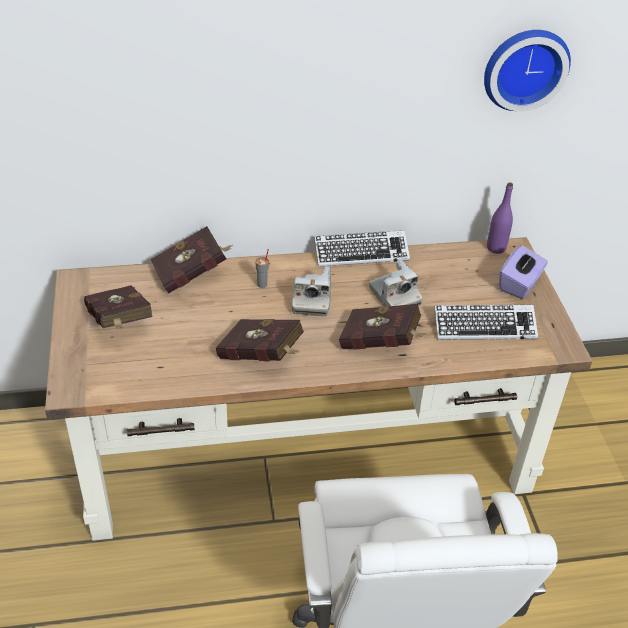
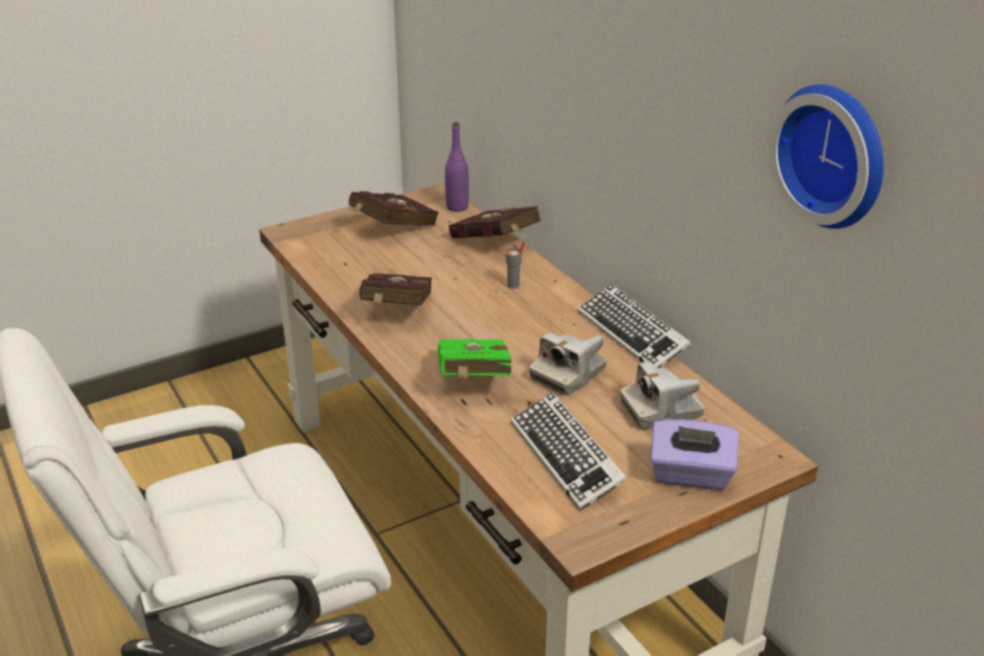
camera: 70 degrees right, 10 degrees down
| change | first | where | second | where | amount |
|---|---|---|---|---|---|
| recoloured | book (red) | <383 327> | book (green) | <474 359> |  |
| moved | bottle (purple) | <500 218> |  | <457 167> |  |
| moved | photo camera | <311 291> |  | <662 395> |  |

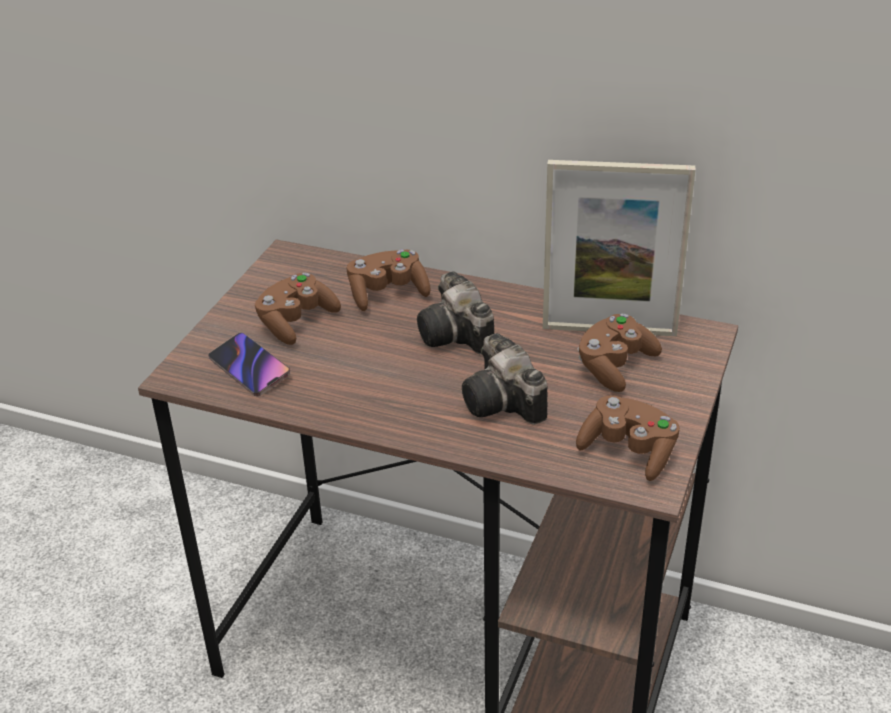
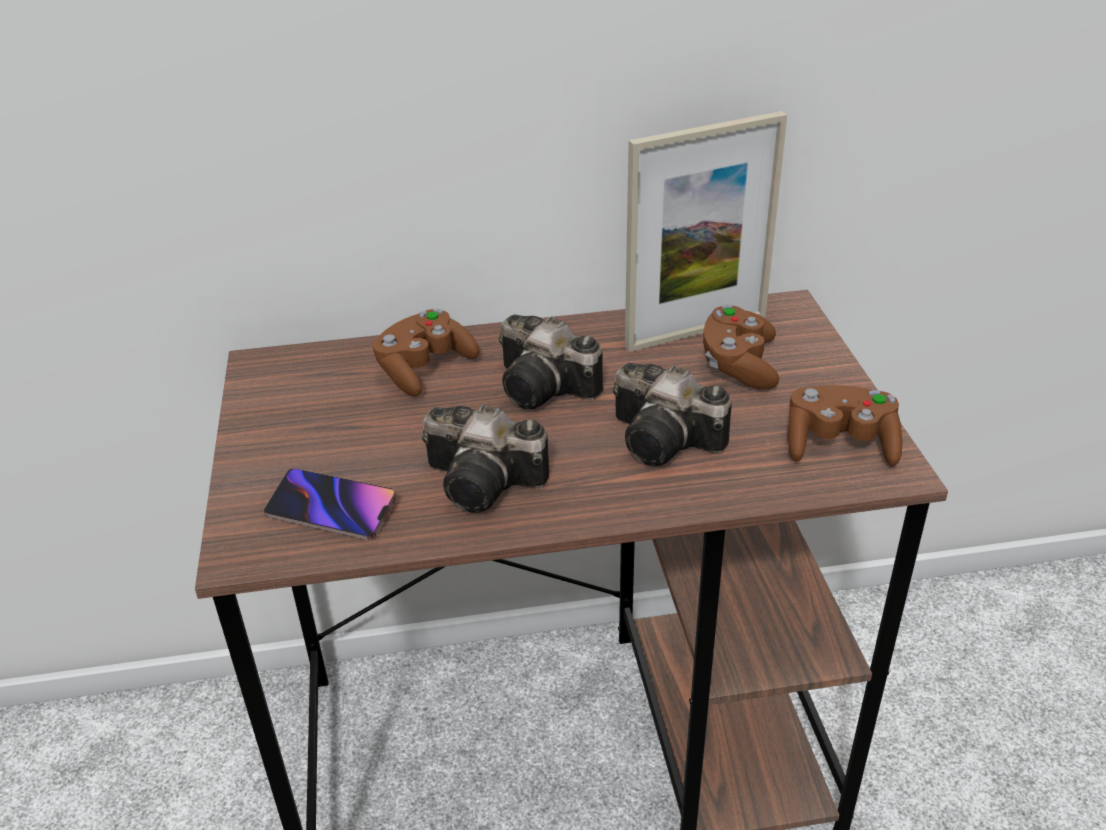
camera: 30 degrees left, 0 degrees up
| change | first | where | second | where | amount |
|---|---|---|---|---|---|
| added |  |  | photo camera | <485 458> |  |
| removed | game controller (brown) | <298 309> |  |  |  |

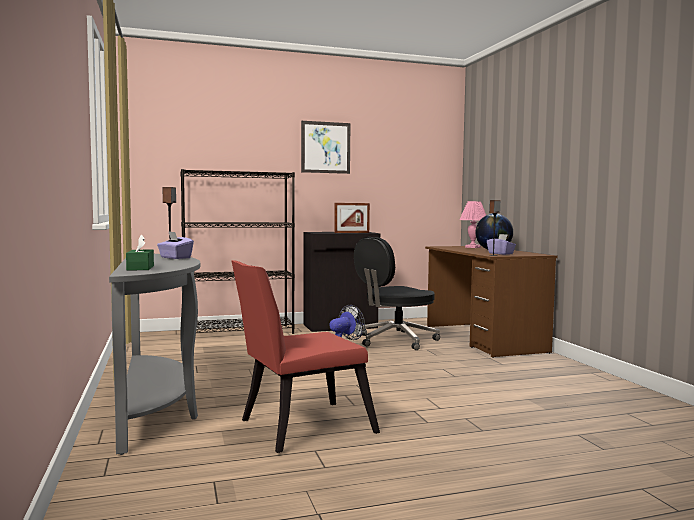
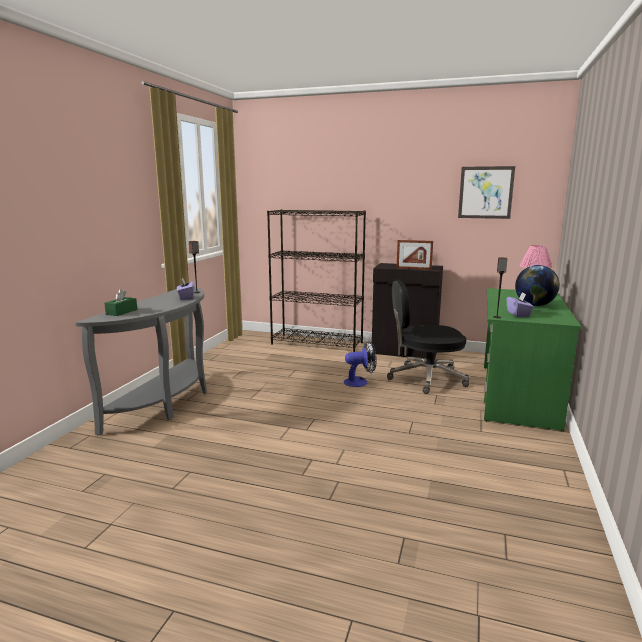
camera: 35 degrees right, 10 degrees up
| change | first | where | second | where | amount |
|---|---|---|---|---|---|
| moved | picture | <325 147> |  | <486 192> |  |
| recoloured | desk (brown) | <491 302> | desk (green) | <533 359> |  |
| removed | chair (red) | <305 356> |  |  |  |

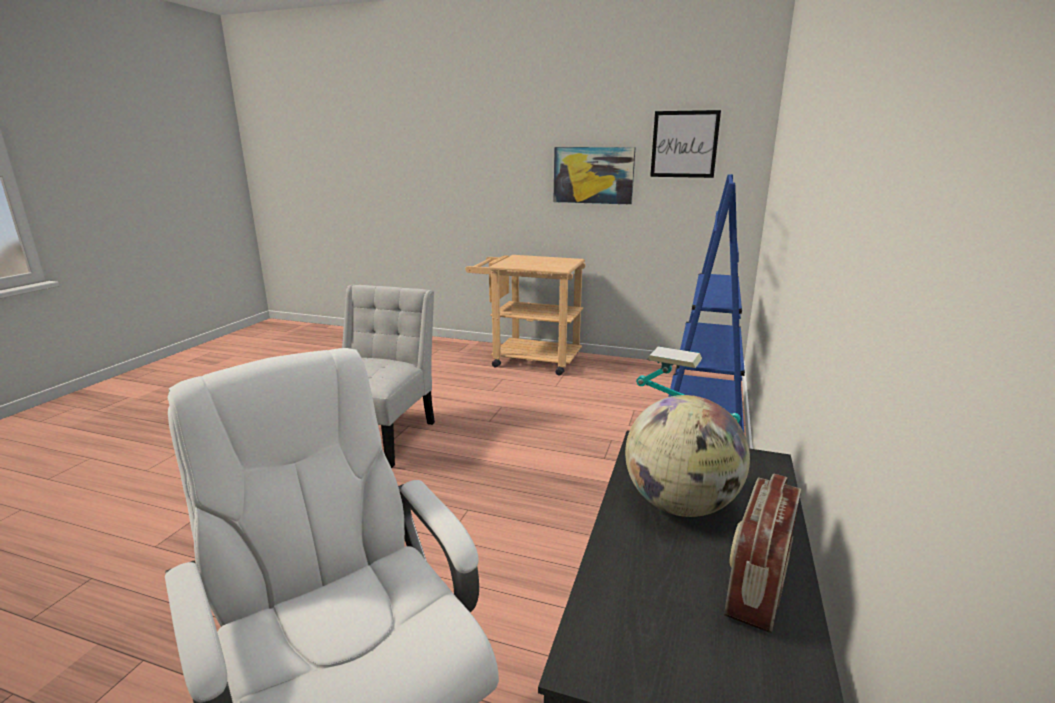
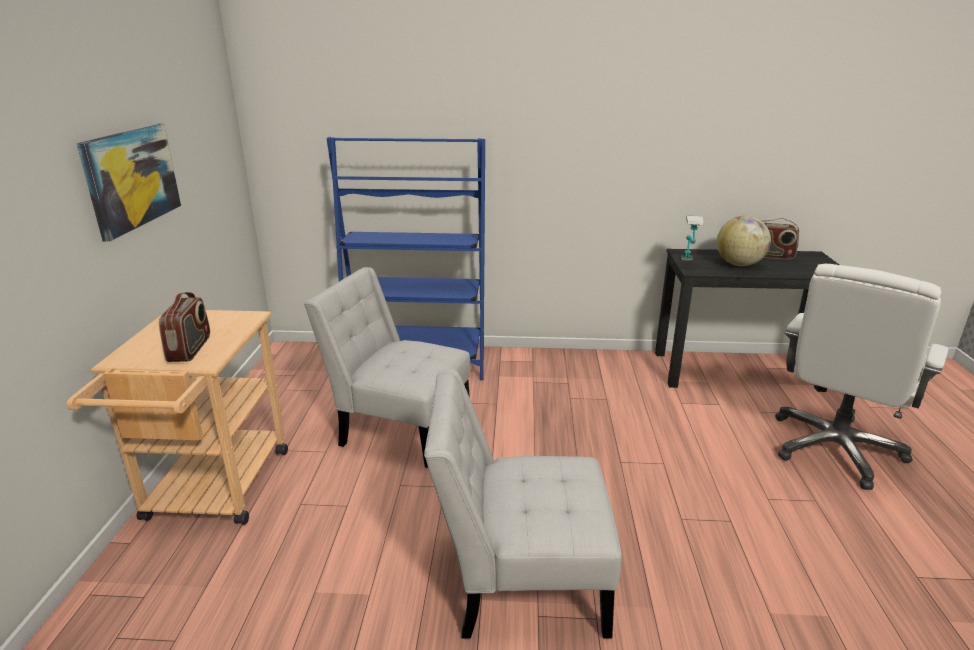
camera: 105 degrees left, 5 degrees up
| change | first | where | second | where | amount |
|---|---|---|---|---|---|
| added |  |  | radio | <184 327> |  |
| added |  |  | chair (white) | <387 367> |  |
| removed | picture | <685 144> |  |  |  |

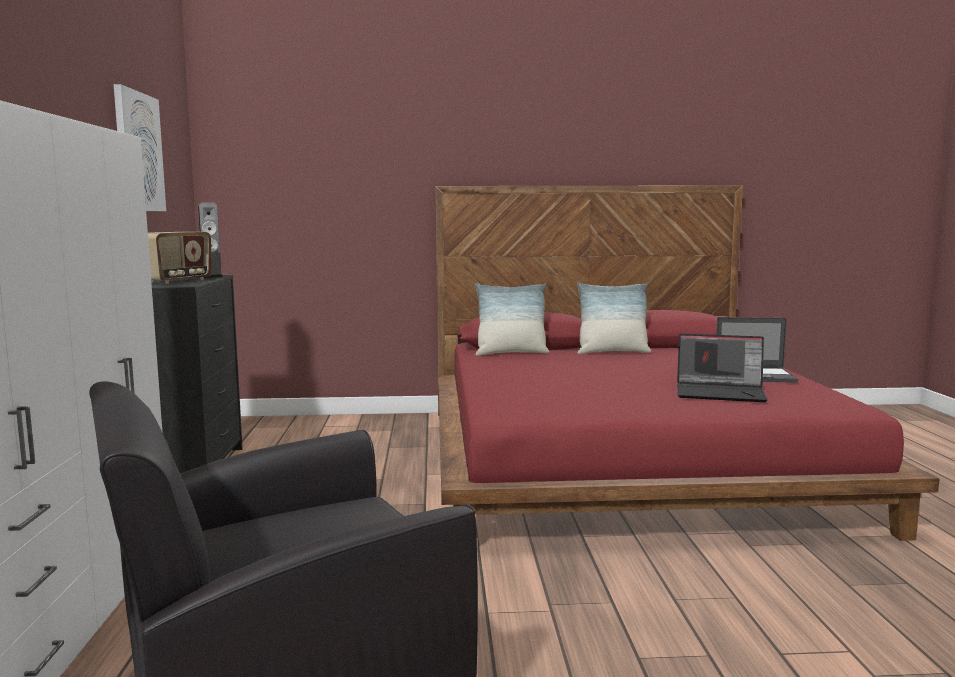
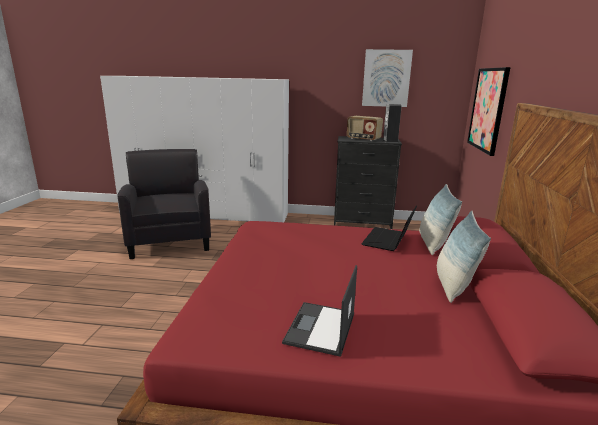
camera: 100 degrees right, 10 degrees up
| change | first | where | second | where | amount |
|---|---|---|---|---|---|
| moved | laptop | <722 368> |  | <389 228> |  |
| added |  |  | picture | <489 111> |  |

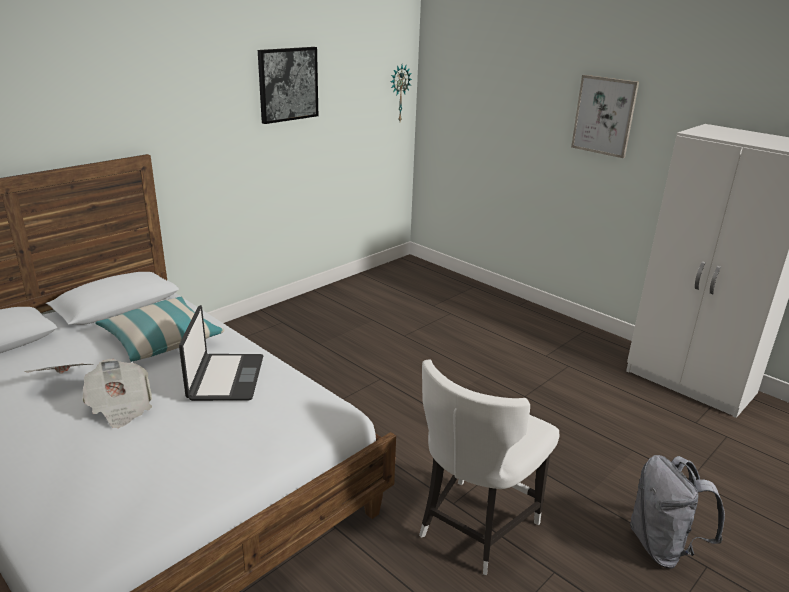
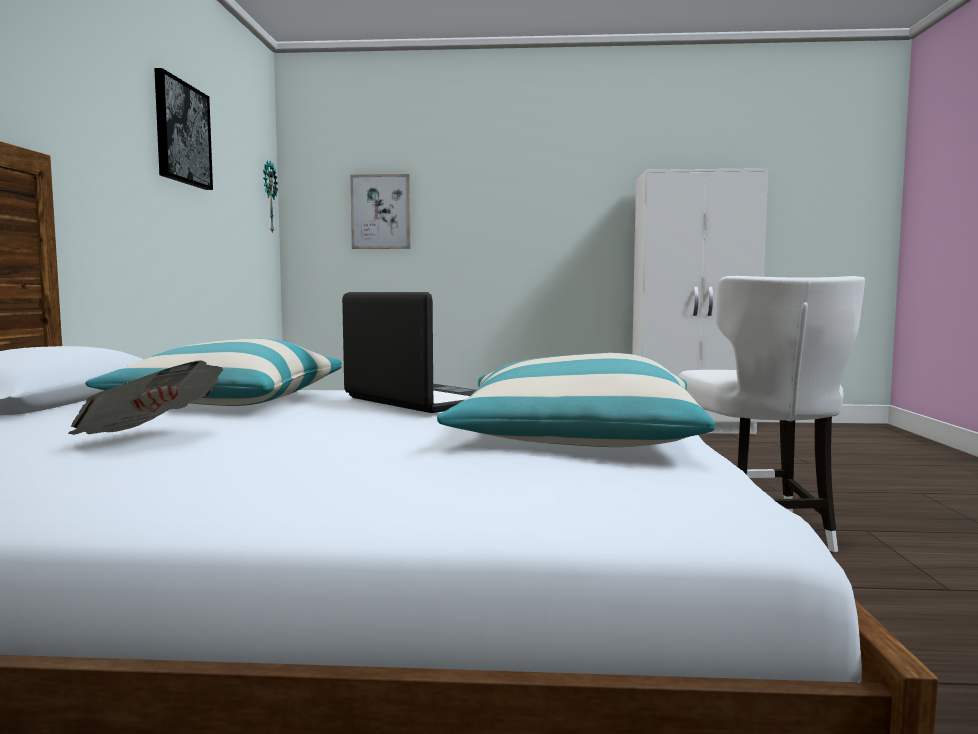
camera: 40 degrees left, 20 degrees down
| change | first | where | second | where | amount |
|---|---|---|---|---|---|
| moved | picture | <605 116> |  | <380 211> |  |
| added |  |  | pillow | <576 400> |  |
| removed | newspaper | <117 393> |  |  |  |
| removed | backpack (grey) | <677 511> |  |  |  |

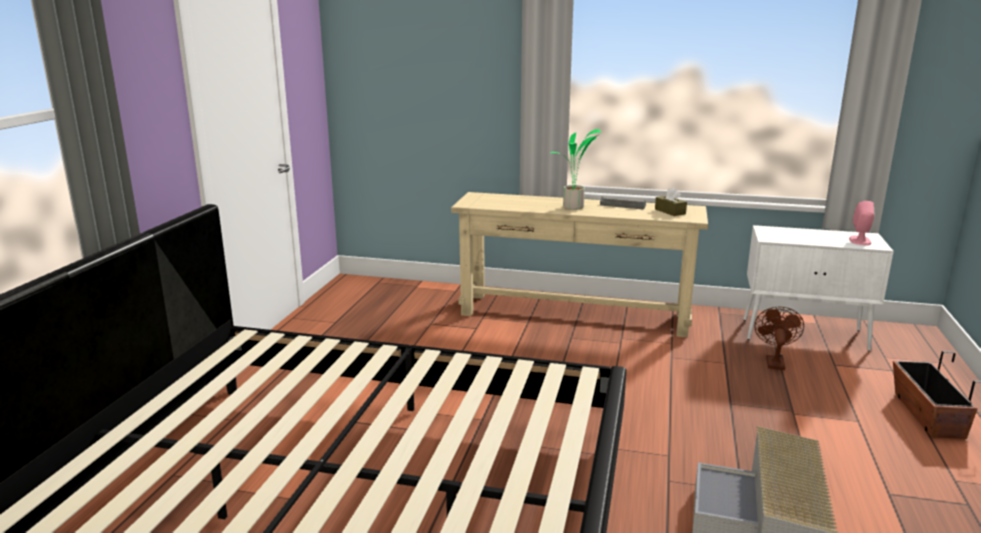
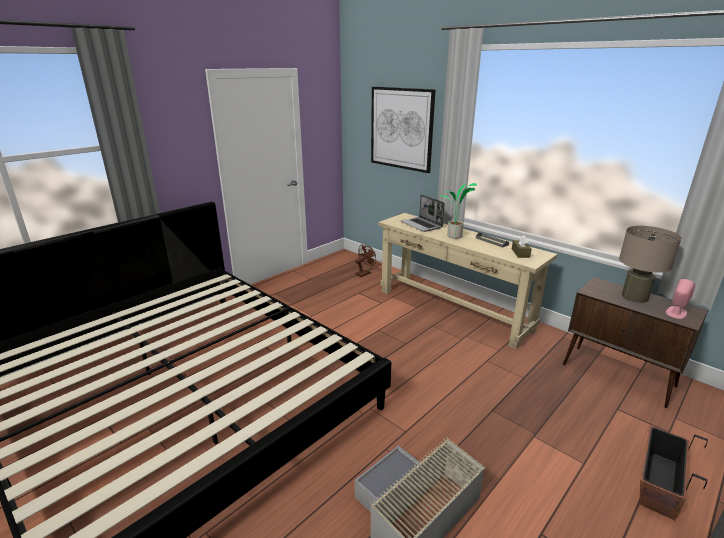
camera: 30 degrees right, 5 degrees up
| change | first | where | second | where | amount |
|---|---|---|---|---|---|
| moved | fan (brown) | <779 338> |  | <365 260> |  |
| added |  |  | picture | <403 130> |  |
| added |  |  | laptop | <423 213> |  |
| recoloured | cabinet (white) | <818 288> | cabinet (brown) | <635 342> |  |
| added |  |  | table lamp (beige) | <650 264> |  |

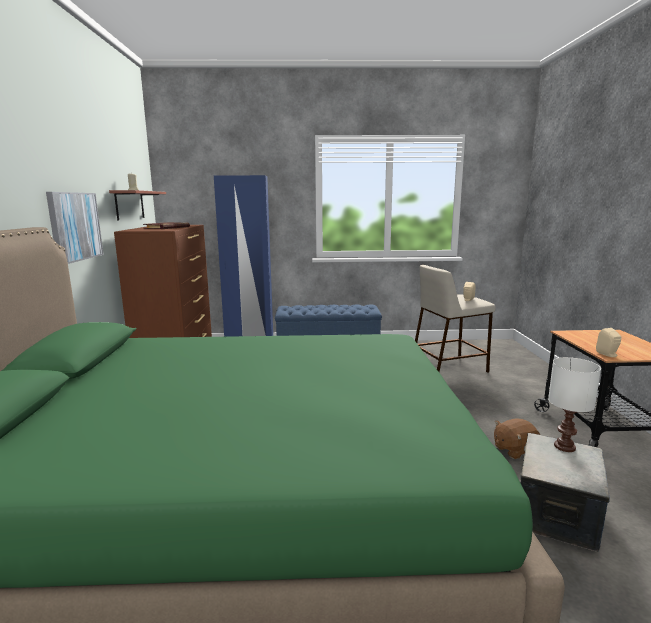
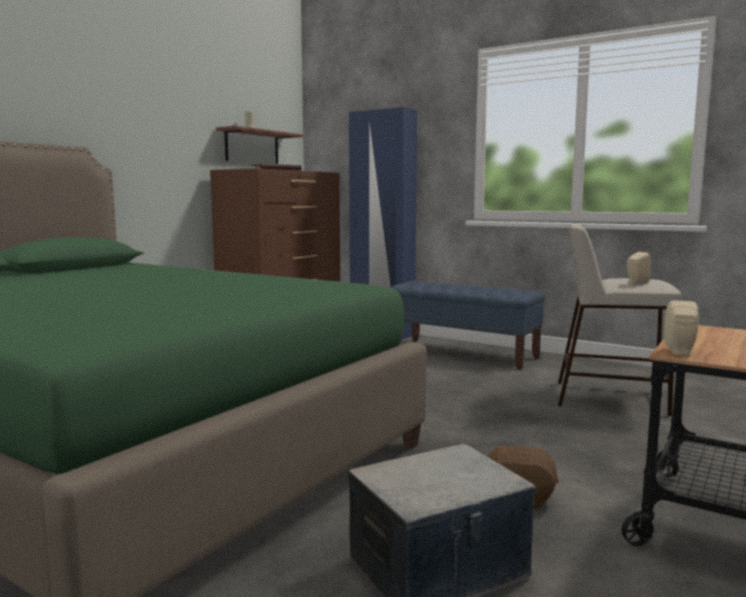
camera: 35 degrees right, 5 degrees down
| change | first | where | second | where | amount |
|---|---|---|---|---|---|
| removed | picture | <75 228> |  |  |  |
| removed | table lamp (white) | <574 404> |  |  |  |

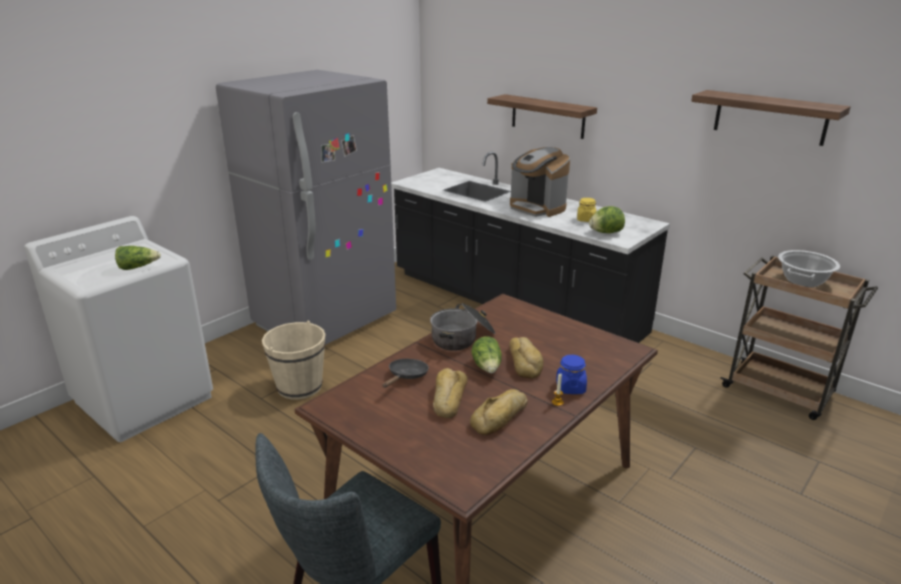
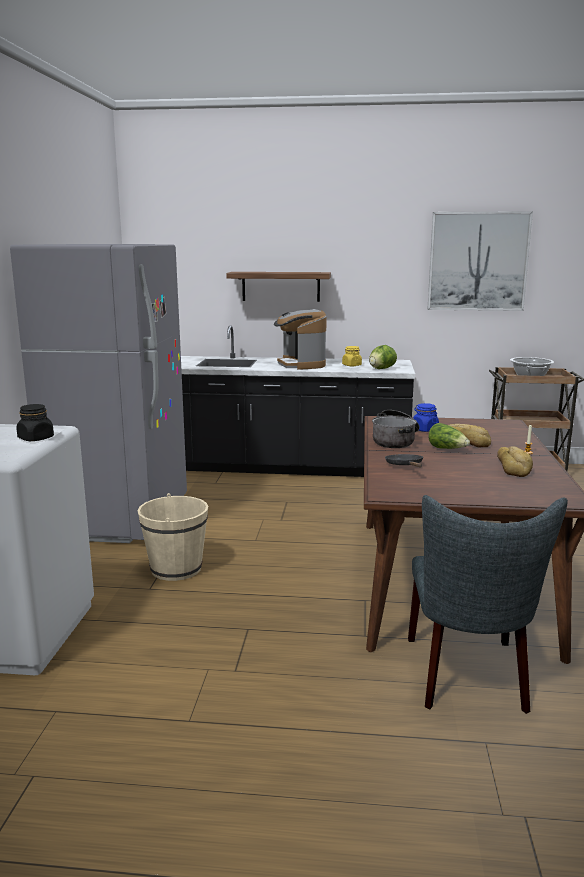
camera: 35 degrees left, 10 degrees down
| change | first | where | second | where | amount |
|---|---|---|---|---|---|
| replaced | lettuce | <138 258> | jar (black) | <35 422> |  |
| turned | coffee machine | <540 182> |  | <300 339> | 60 degrees clockwise |
| moved | jar (blue) | <571 374> |  | <426 417> |  |
| replaced | shelf | <771 118> | picture | <480 261> |  |
| removed | bread | <450 393> |  |  |  |

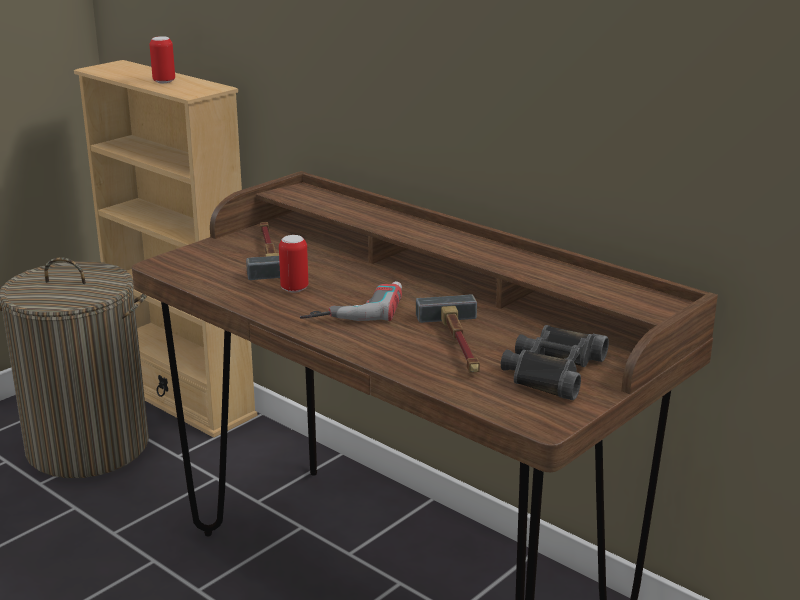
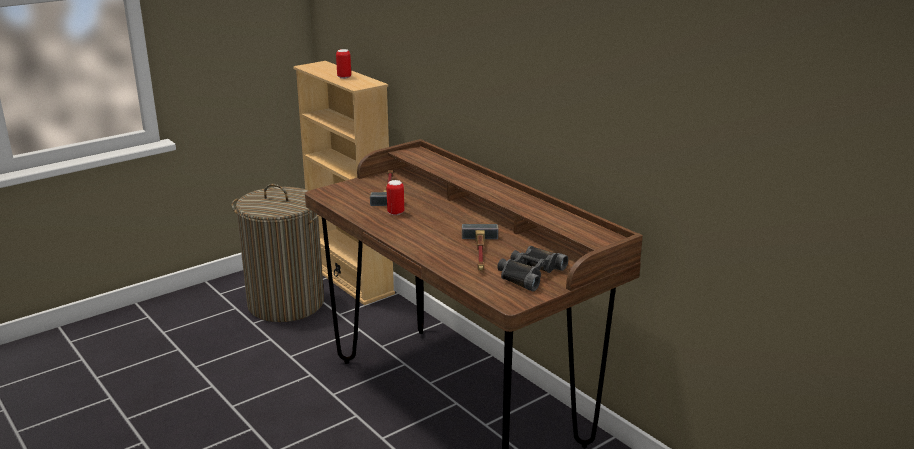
camera: 10 degrees right, 0 degrees up
| change | first | where | second | where | amount |
|---|---|---|---|---|---|
| removed | power drill | <351 301> |  |  |  |

